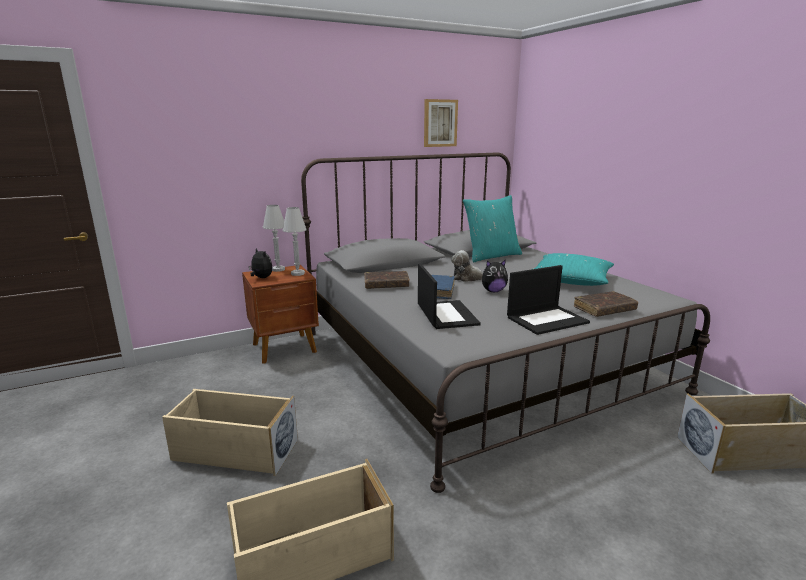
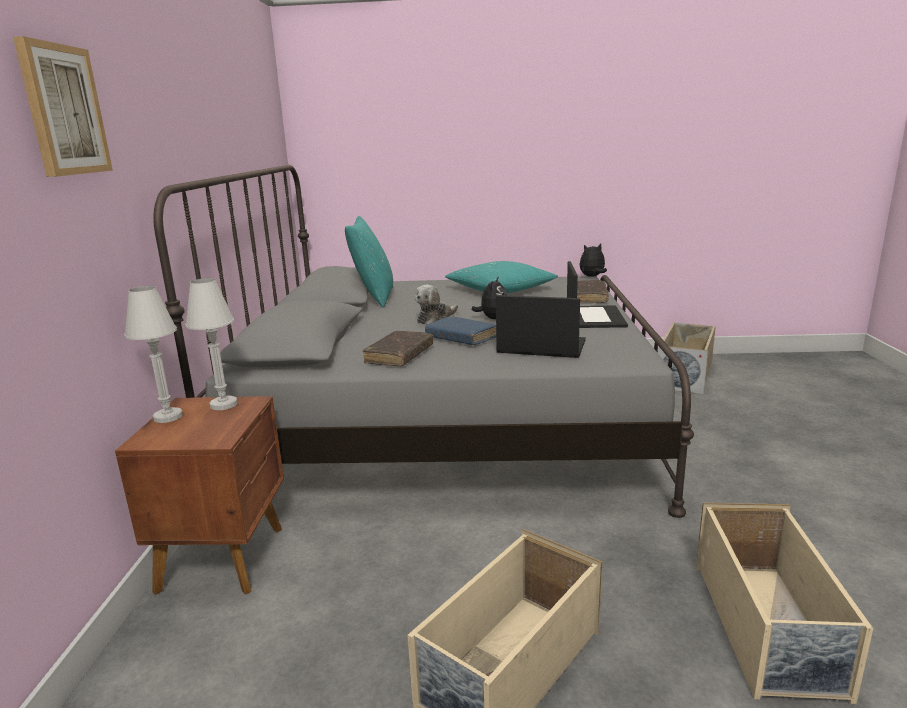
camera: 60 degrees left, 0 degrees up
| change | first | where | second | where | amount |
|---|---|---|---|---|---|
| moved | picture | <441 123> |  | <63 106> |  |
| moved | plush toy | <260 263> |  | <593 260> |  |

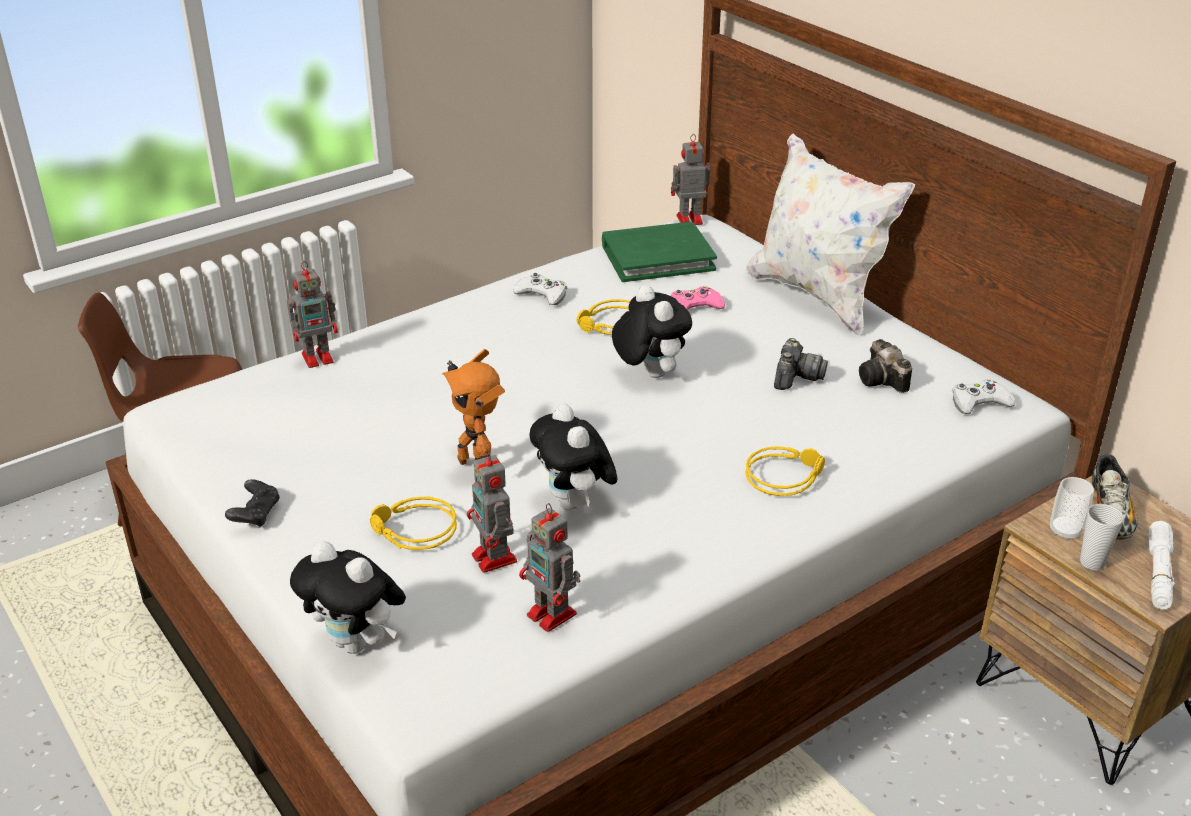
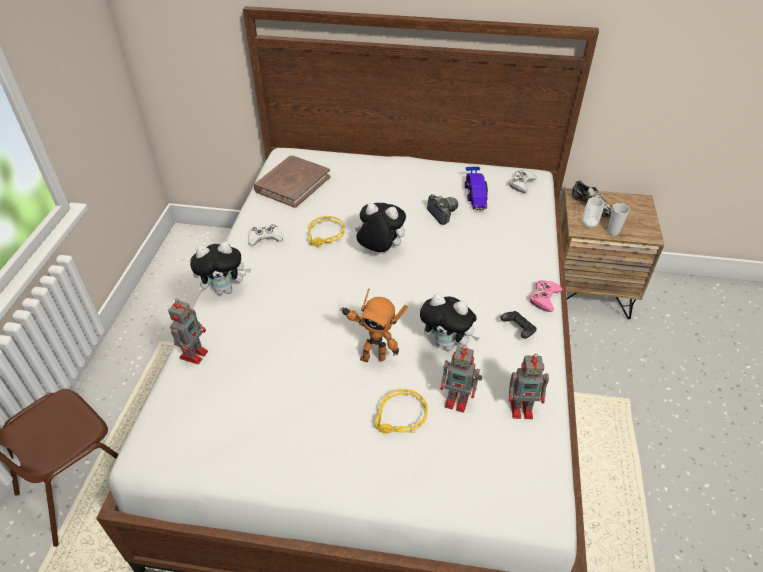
camera: 45 degrees left, 10 degrees up
| change | first | where | second | where | amount |
|---|---|---|---|---|---|
| moved | plush toy | <348 597> |  | <220 268> |  |
| recoloured | book (green) | <659 252> | book (brown) | <292 182> |  |
| replaced | photo camera | <885 366> | toy car | <476 188> |  |
| moved | game controller (black) | <252 503> |  | <519 325> |  |
| moved | game controller (pink) | <698 298> |  | <546 296> |  |
| removed | toy robot | <690 179> |  |  |  |
| removed | headphones (yellow) | <785 471> |  |  |  |
| removed | pillow (white) | <830 235> |  |  |  |
| removed | flashlight (white) | <1161 565> |  |  |  |

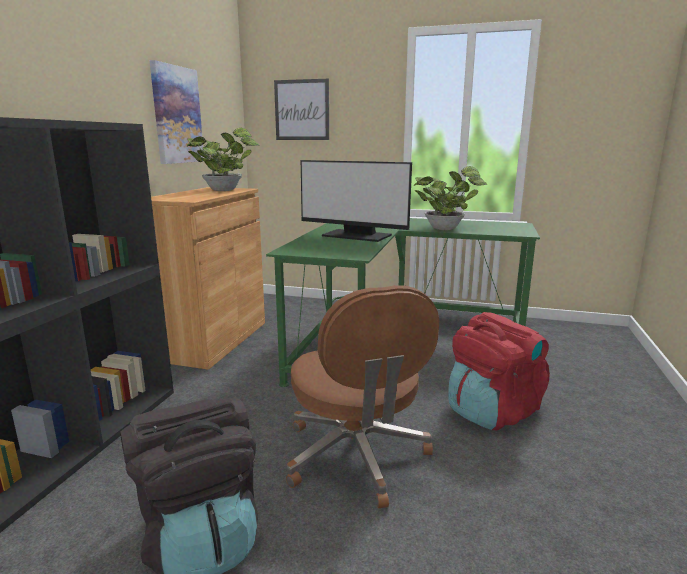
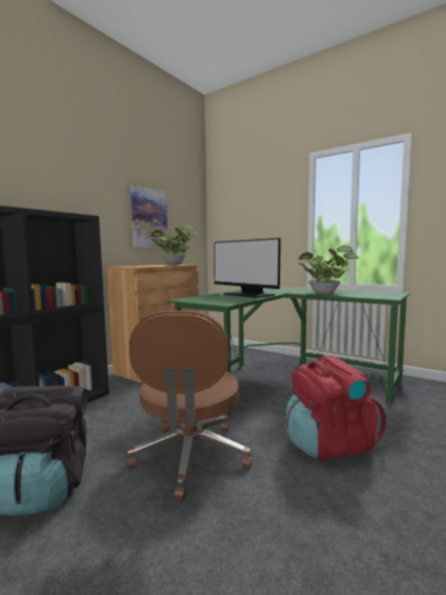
camera: 20 degrees right, 10 degrees down
| change | first | where | second | where | amount |
|---|---|---|---|---|---|
| removed | picture | <301 109> |  |  |  |

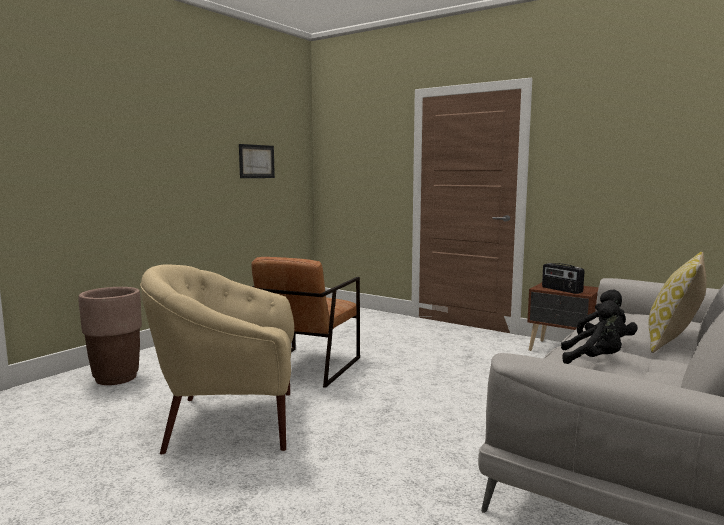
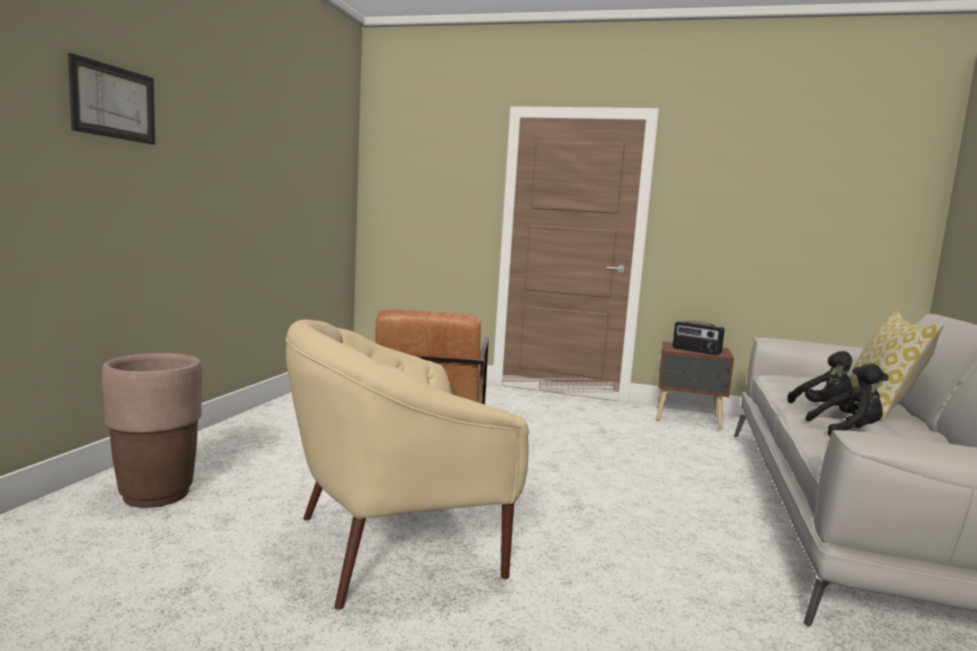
camera: 20 degrees left, 0 degrees up
| change | first | where | second | where | amount |
|---|---|---|---|---|---|
| moved | picture | <257 161> |  | <111 99> |  |

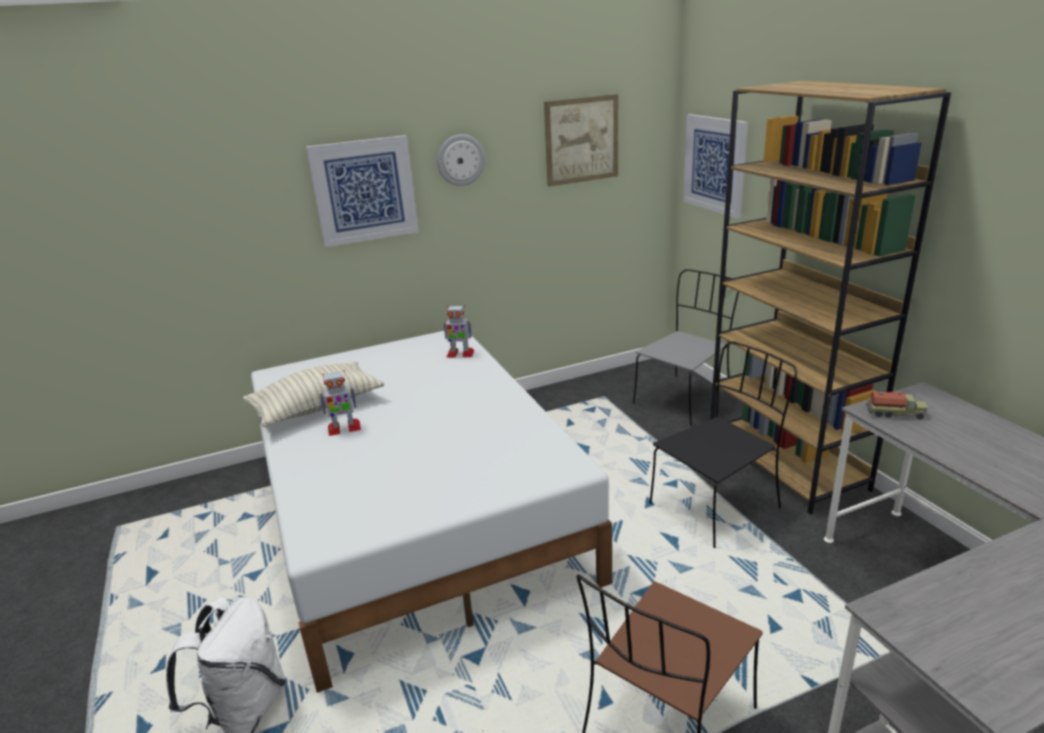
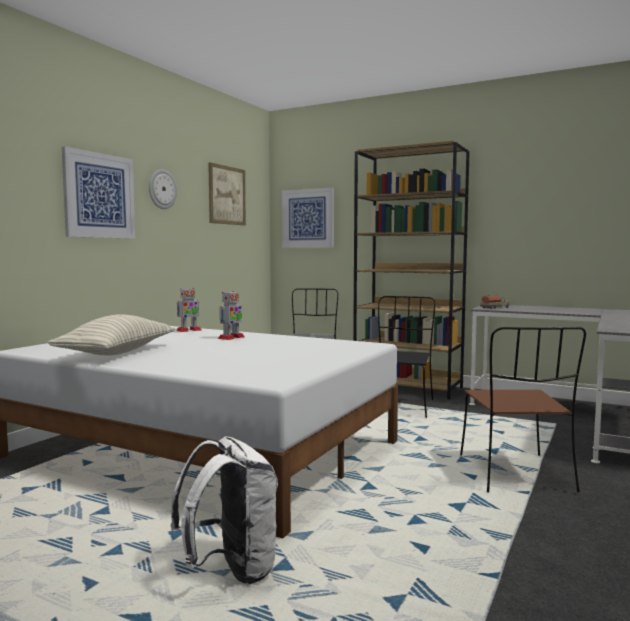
camera: 40 degrees left, 20 degrees down
| change | first | where | second | where | amount |
|---|---|---|---|---|---|
| moved | toy robot | <340 403> |  | <231 315> |  |

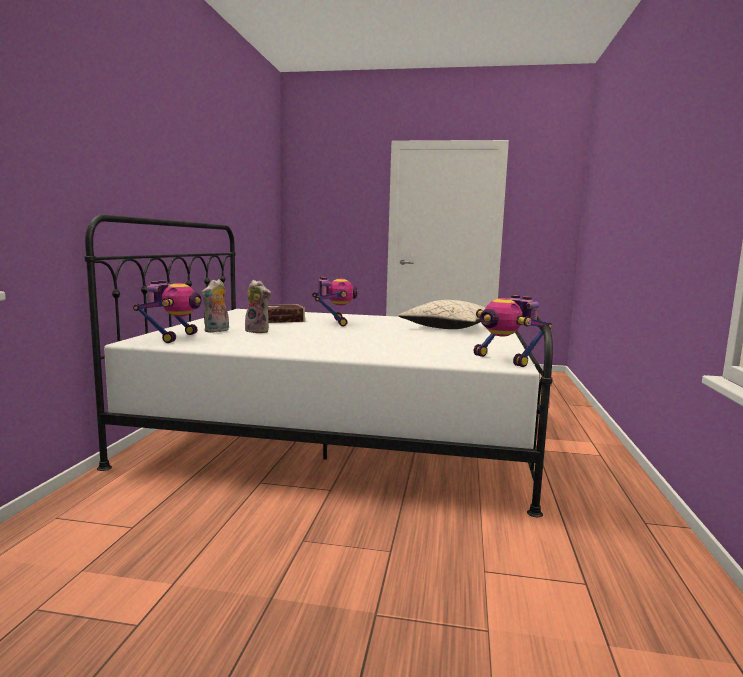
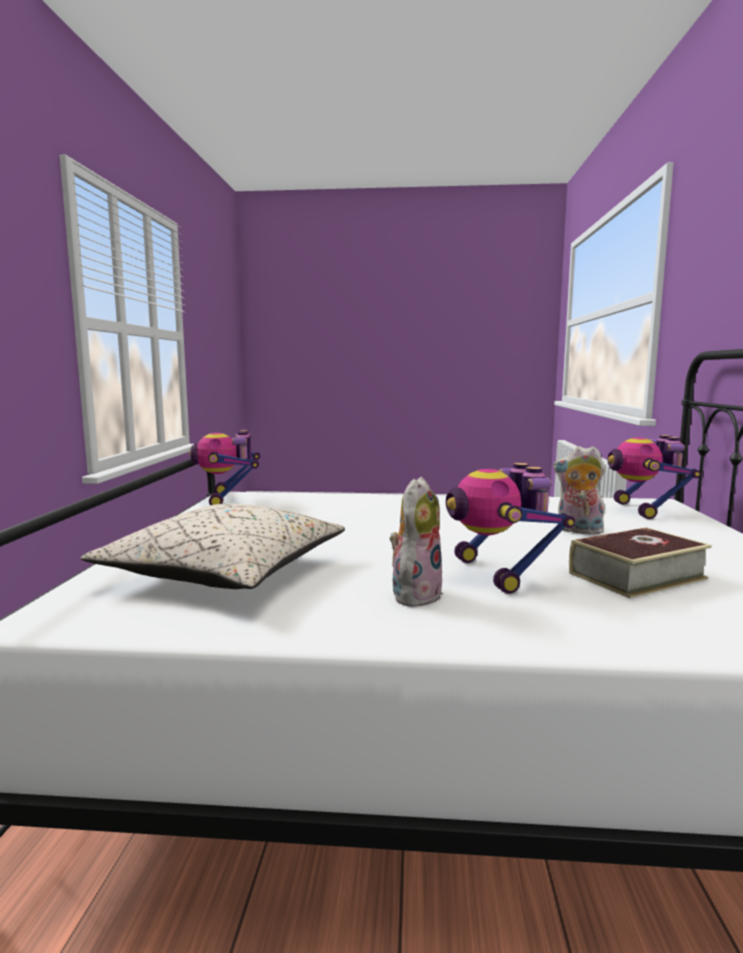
camera: 175 degrees right, 0 degrees up
| change | first | where | second | where | amount |
|---|---|---|---|---|---|
| turned | toy robot | <513 331> |  | <224 467> | 150 degrees counterclockwise |
| moved | plush toy | <215 305> |  | <416 542> |  |

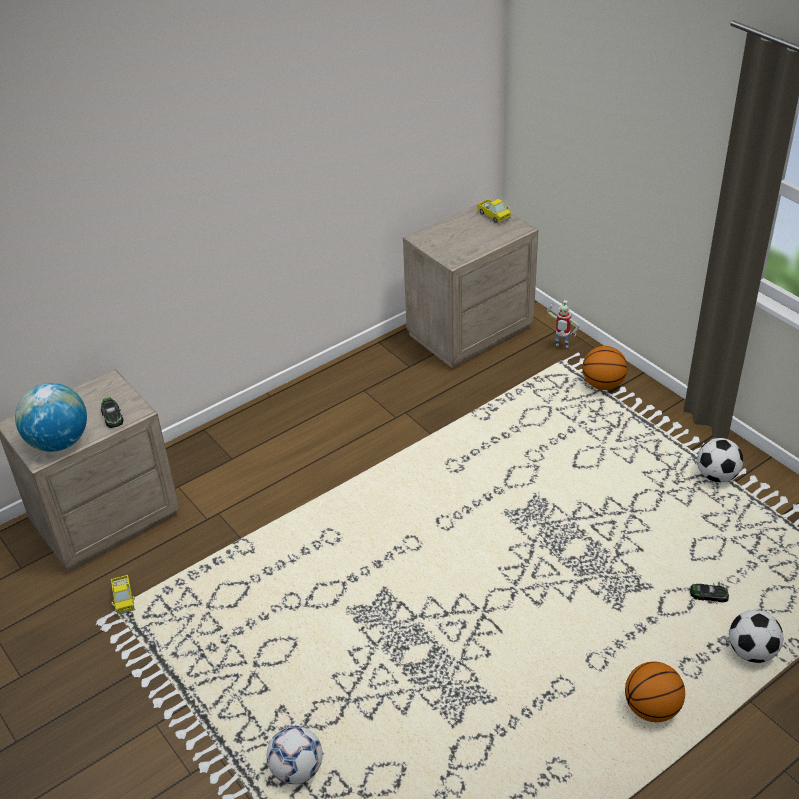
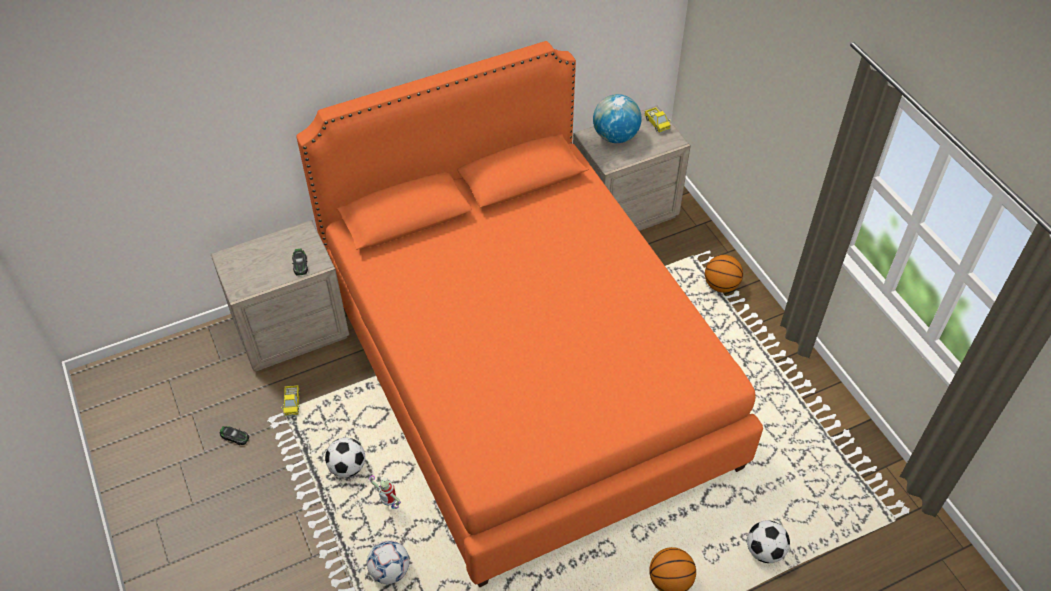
camera: 10 degrees right, 10 degrees up
| change | first | where | second | where | amount |
|---|---|---|---|---|---|
| moved | toy car | <709 593> |  | <234 435> |  |
| added |  |  | bed (orange) | <529 314> |  |
| moved | football | <720 460> |  | <345 458> |  |
| moved | toy robot | <563 323> |  | <385 492> |  |
| moved | globe | <51 417> |  | <617 118> |  |

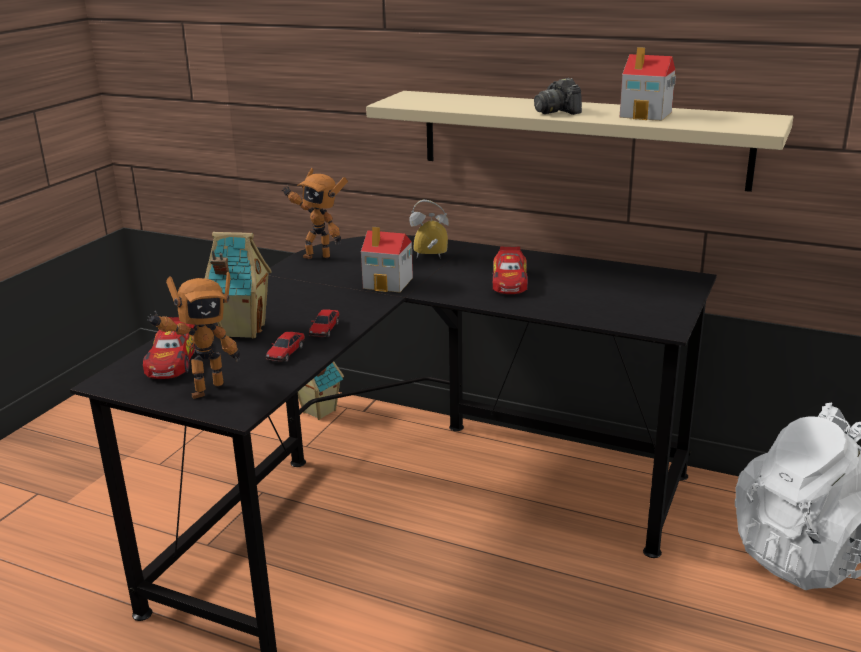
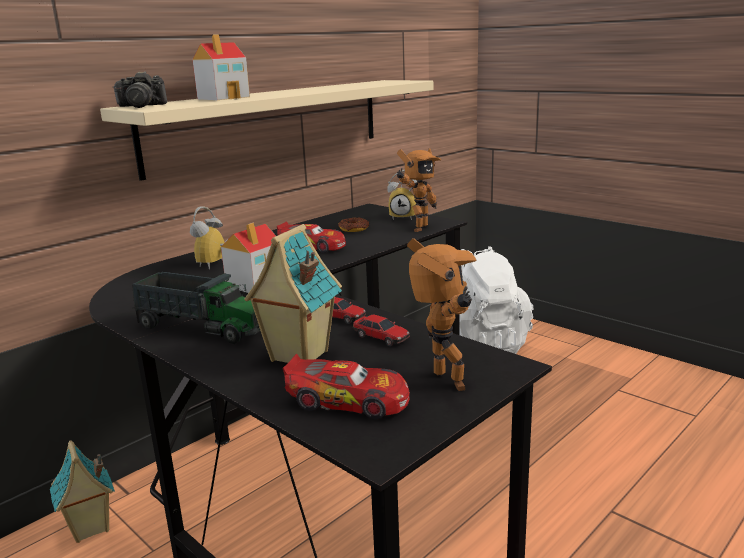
camera: 70 degrees left, 5 degrees down
| change | first | where | second | where | amount |
|---|---|---|---|---|---|
| moved | photo camera | <558 96> |  | <140 90> |  |
| added |  |  | toy truck | <196 308> |  |
| moved | toy house | <647 84> |  | <221 67> |  |
| added |  |  | donut | <353 224> |  |
| added |  |  | alarm clock | <402 195> |  |
| moved | toy robot | <315 213> |  | <419 190> |  |

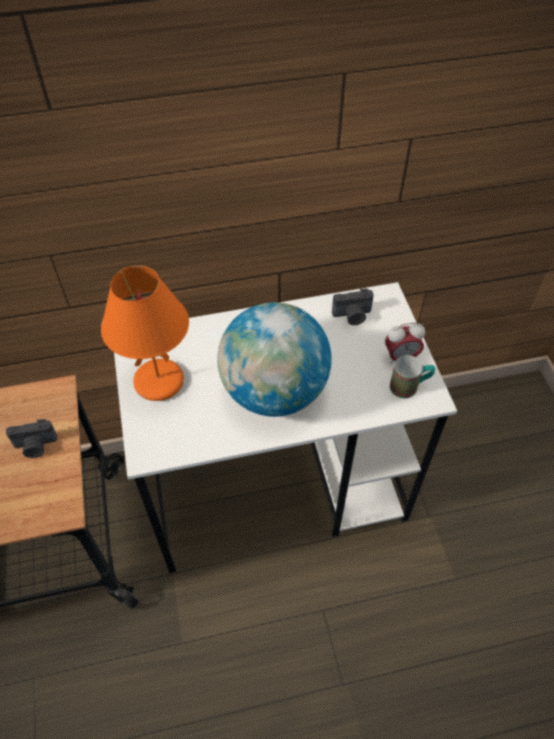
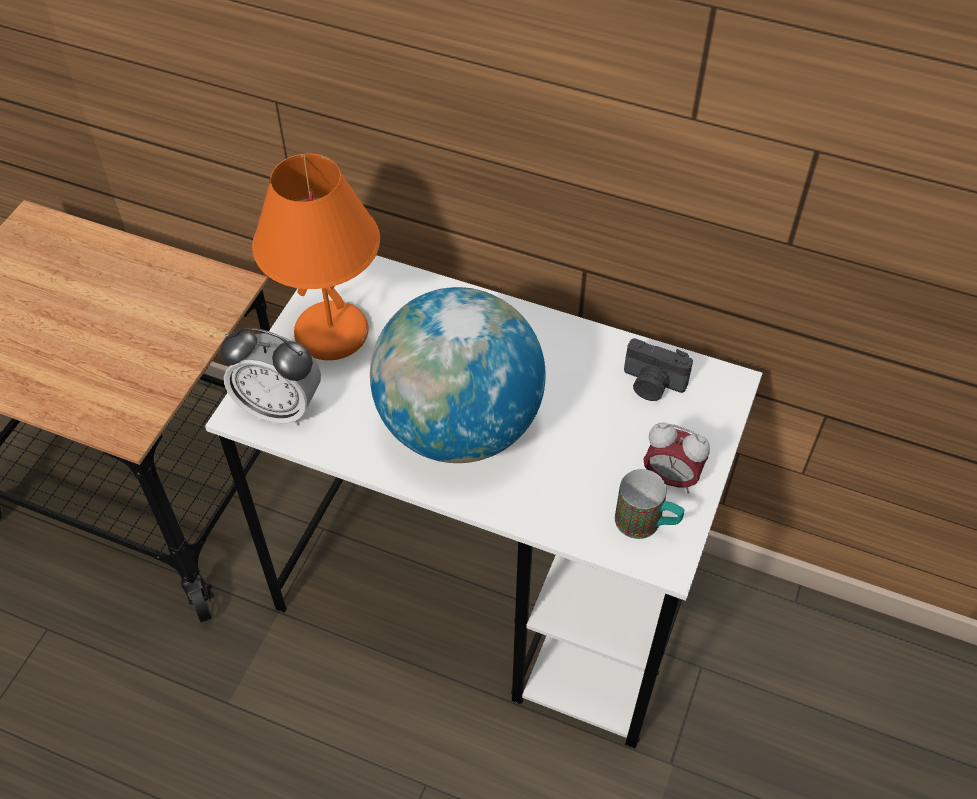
camera: 35 degrees right, 0 degrees up
| change | first | where | second | where | amount |
|---|---|---|---|---|---|
| added |  |  | alarm clock | <270 376> |  |
| removed | photo camera | <31 438> |  |  |  |

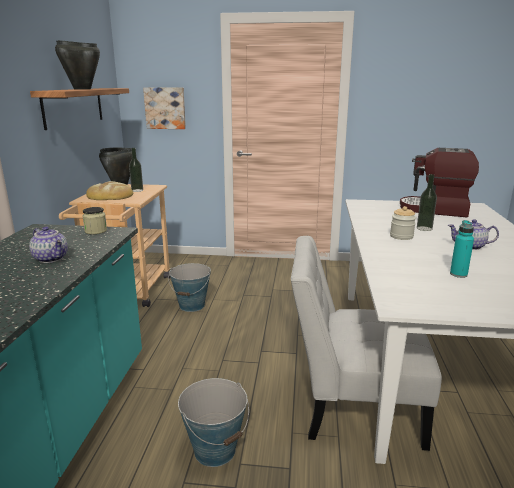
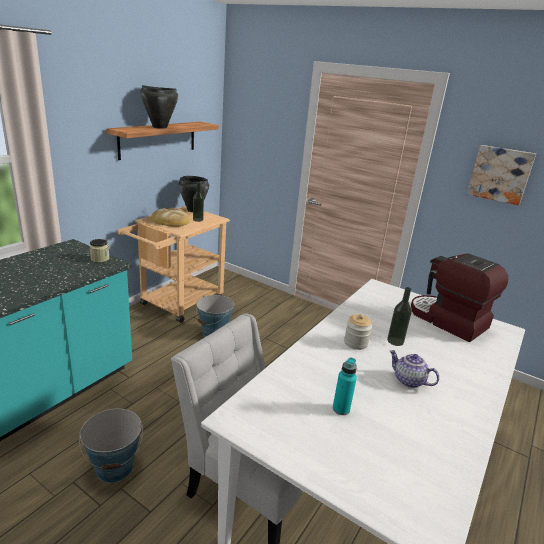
camera: 25 degrees right, 5 degrees up
| change | first | where | second | where | amount |
|---|---|---|---|---|---|
| moved | picture | <164 108> |  | <501 175> |  |
| removed | teapot | <48 245> |  |  |  |

